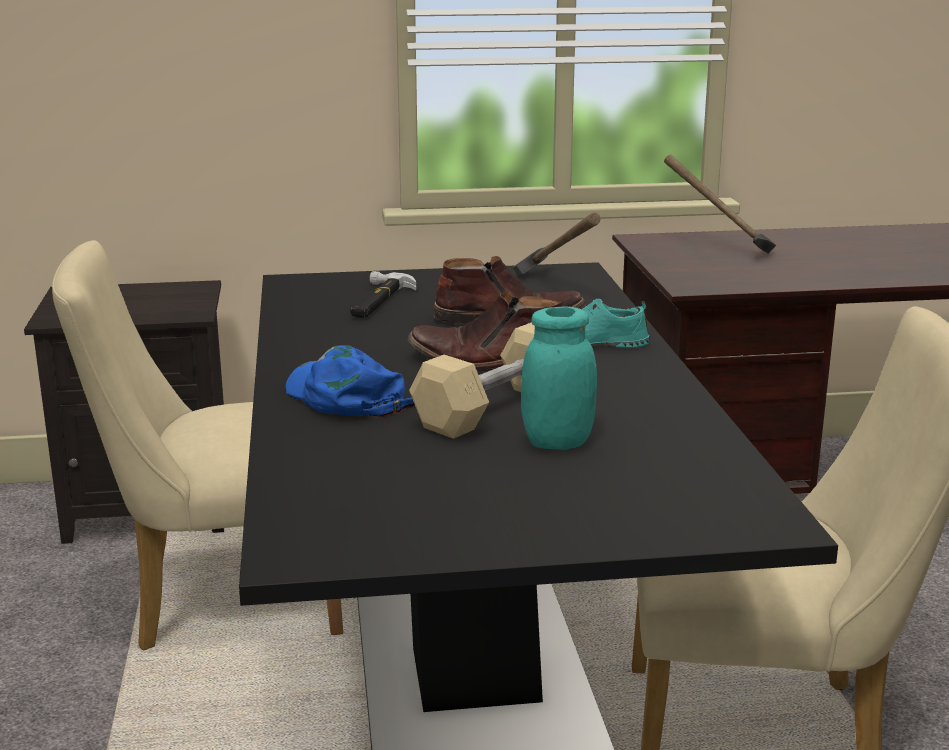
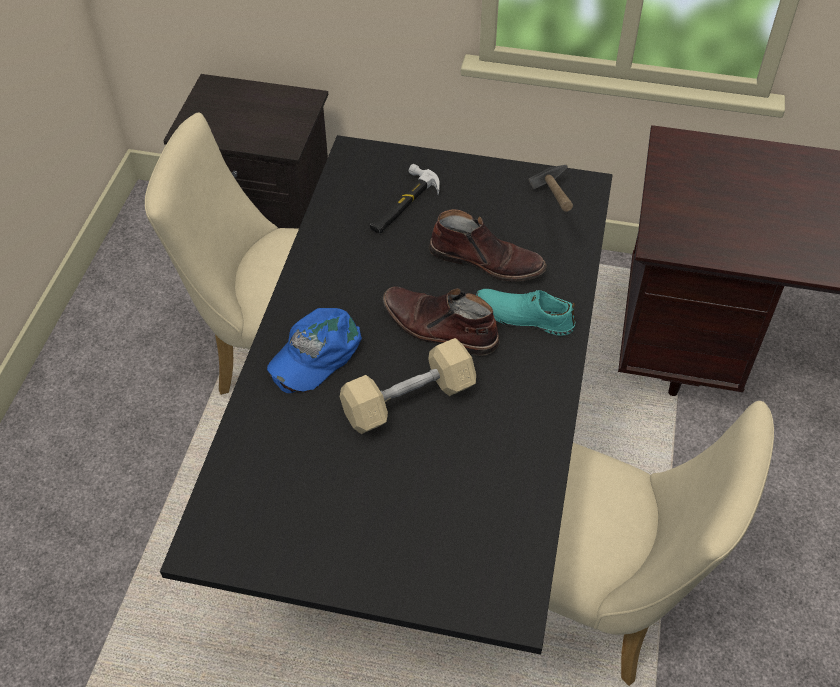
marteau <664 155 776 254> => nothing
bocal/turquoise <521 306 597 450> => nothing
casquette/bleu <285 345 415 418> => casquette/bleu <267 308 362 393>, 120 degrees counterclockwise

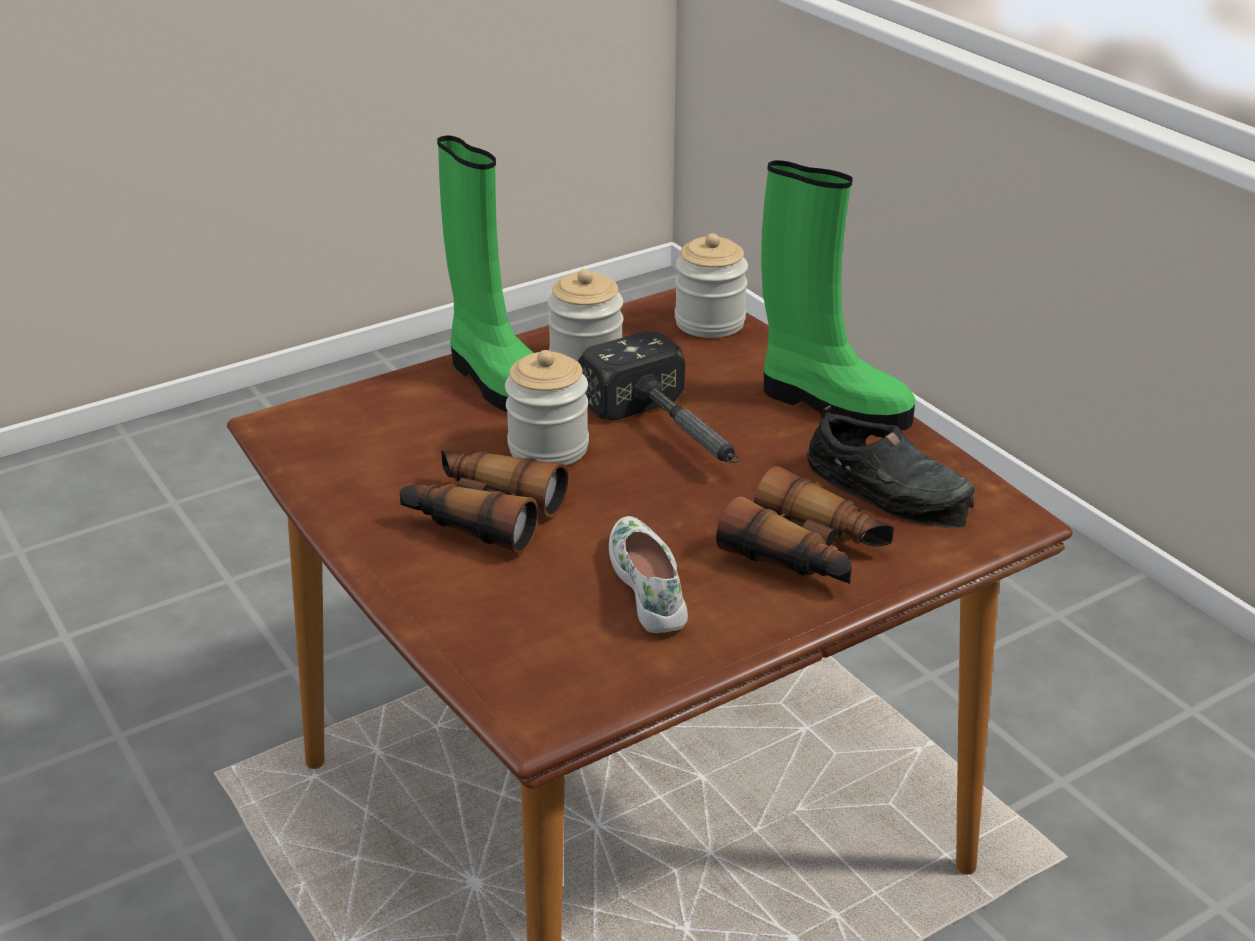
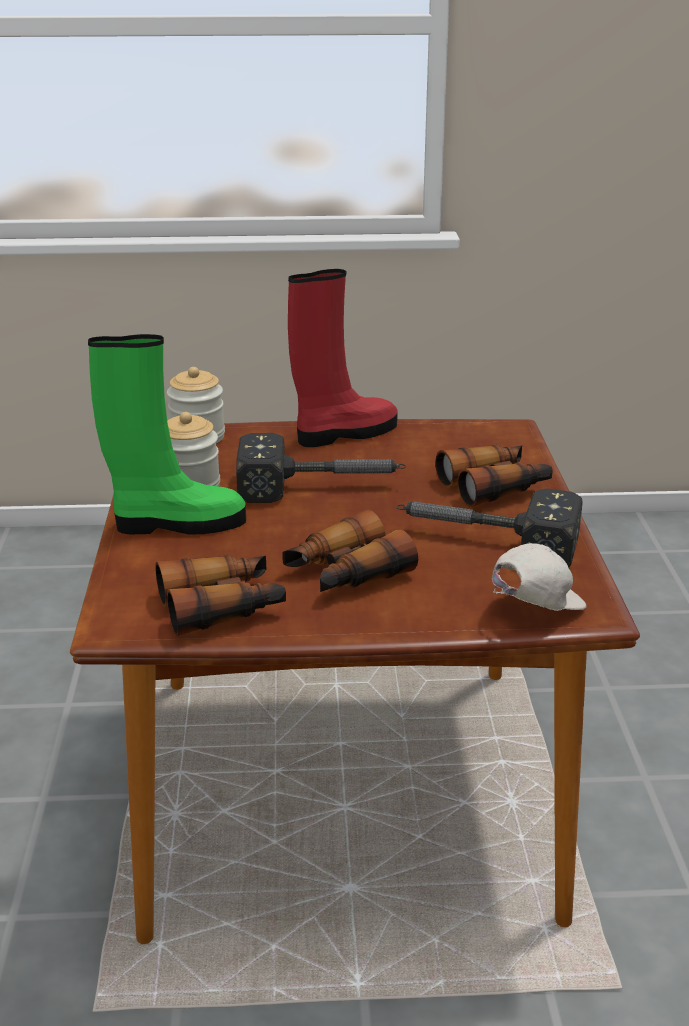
botte/vert <761 160 915 431> => botte/rouge <288 269 398 447>
bocal <505 350 589 465> => nothing
chaussure/noir <807 405 975 528> => nothing
chaussure/blanc <609 516 688 633> => marteau <396 489 583 567>
nothing => casquette/blanc <492 543 587 611>
nothing => jumelles <155 555 286 636>

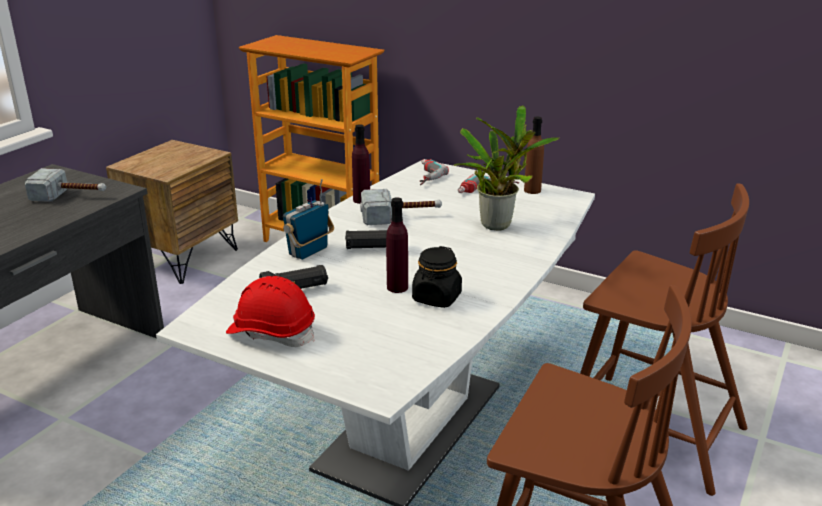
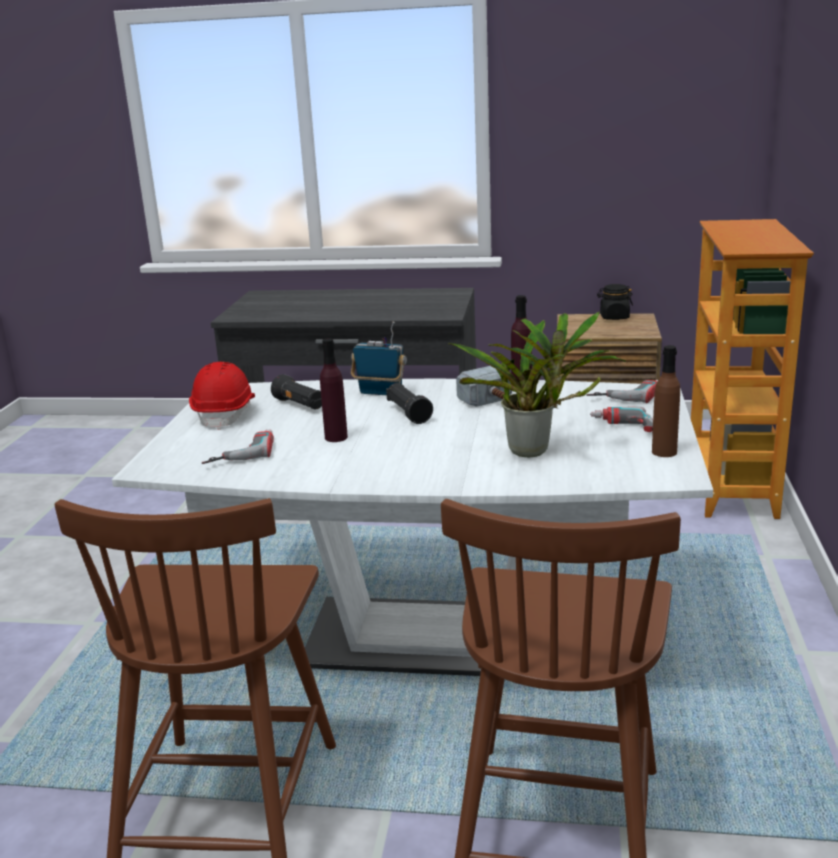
marteau <25 168 106 202> => nothing
bocal/noir <412 246 462 308> => bocal/noir <597 284 633 320>, shifted
nothing => perceuse <202 429 274 464>

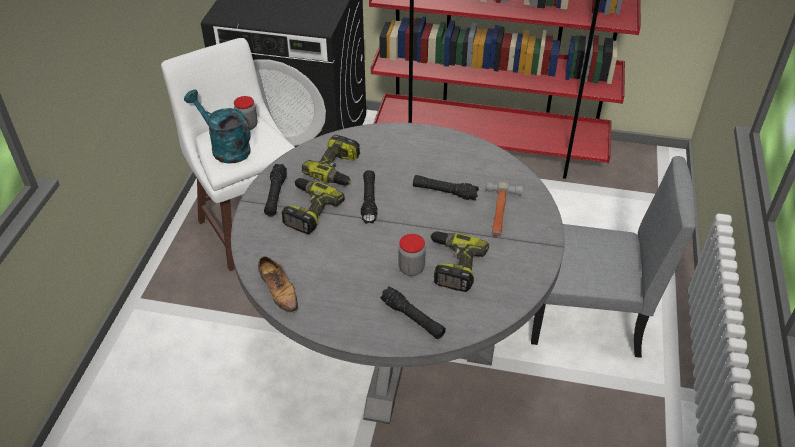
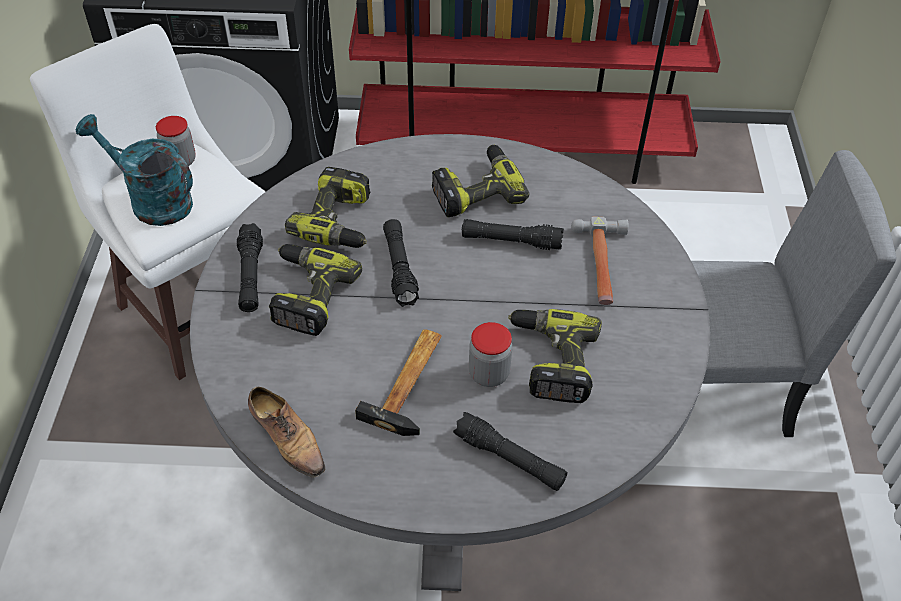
nothing => perceuse <432 145 530 217>
nothing => marteau <355 329 442 436>

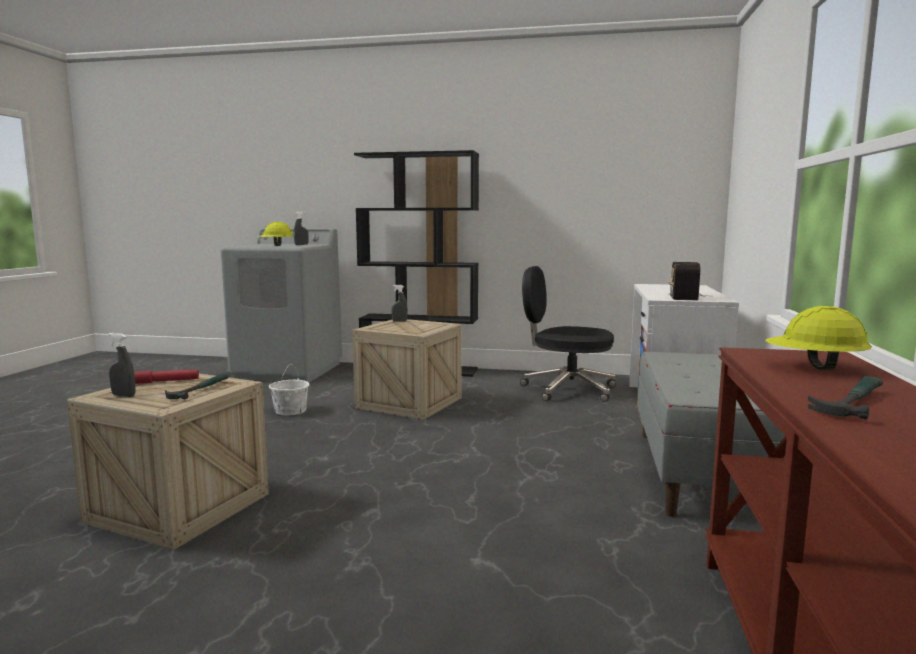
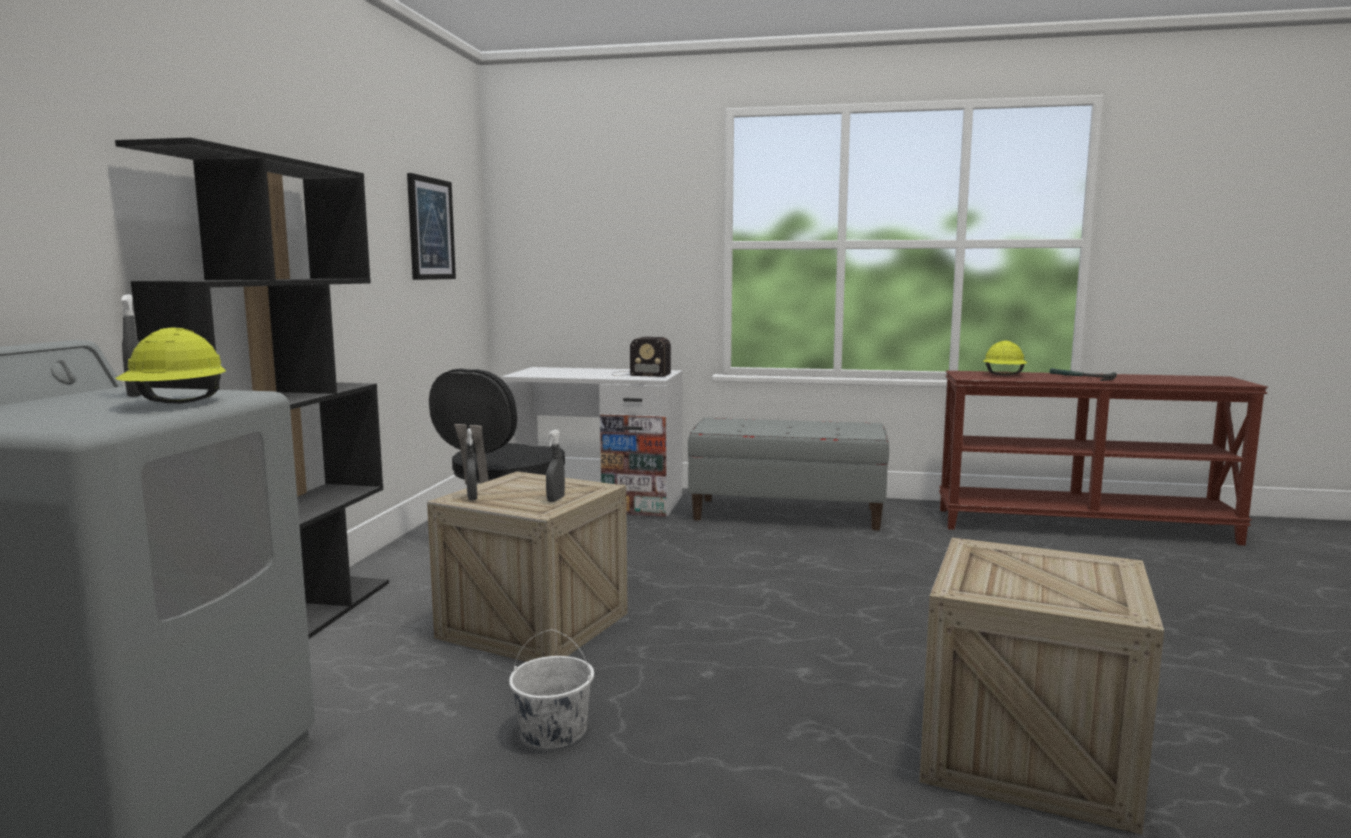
vaporisateur/gris <109 333 136 397> => vaporisateur/gris <546 429 565 502>, shifted
lampe de poche/rouge <134 370 199 384> => nothing
marteau <165 373 229 399> => nothing
nothing => tableau <407 173 456 280>

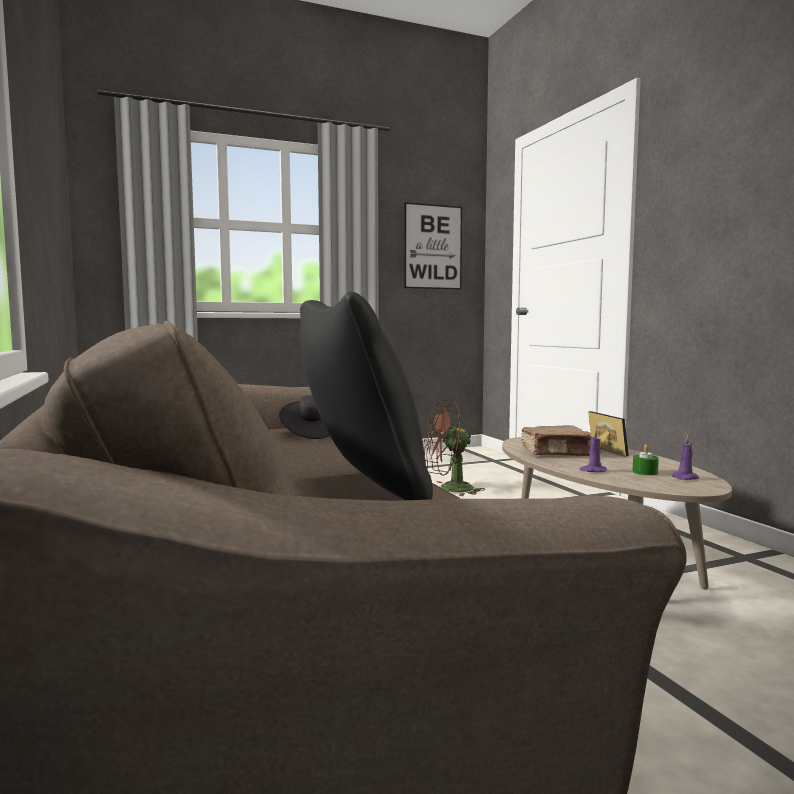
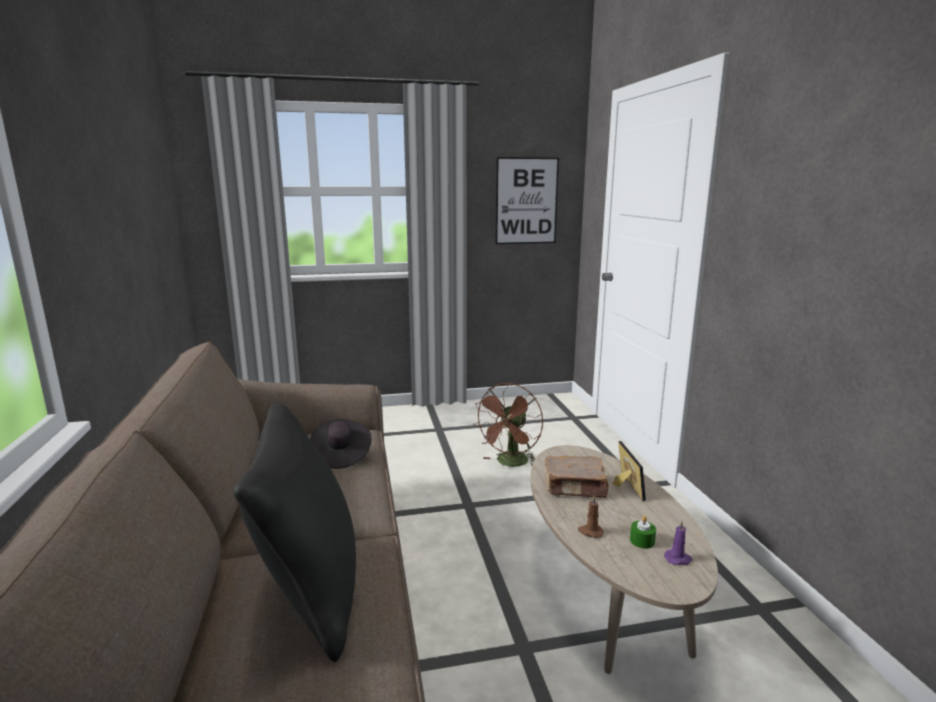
ventilateur/marron <424 400 485 496> => ventilateur/marron <474 383 543 467>, 60 degrees counterclockwise
bougie/violet <580 429 607 472> => bougie/marron <578 495 604 538>

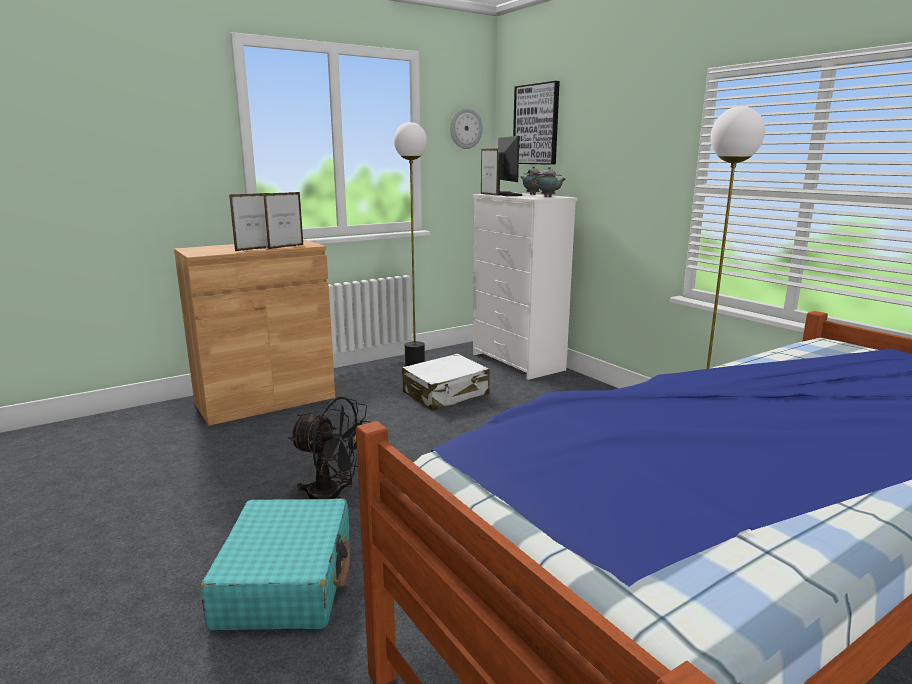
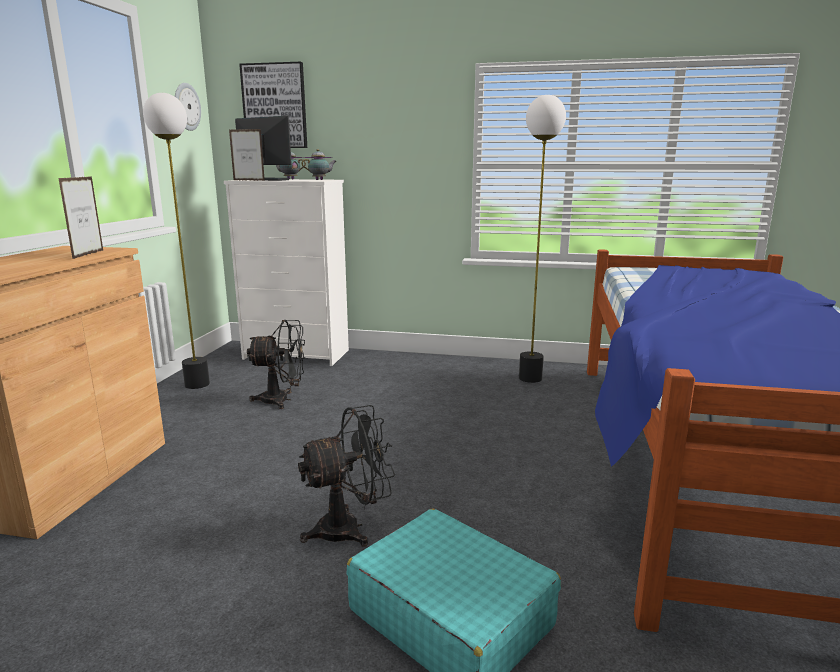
cadre photo <229 193 268 251> => nothing
valise/blanc <402 354 490 411> => ventilateur/noir <247 320 305 409>

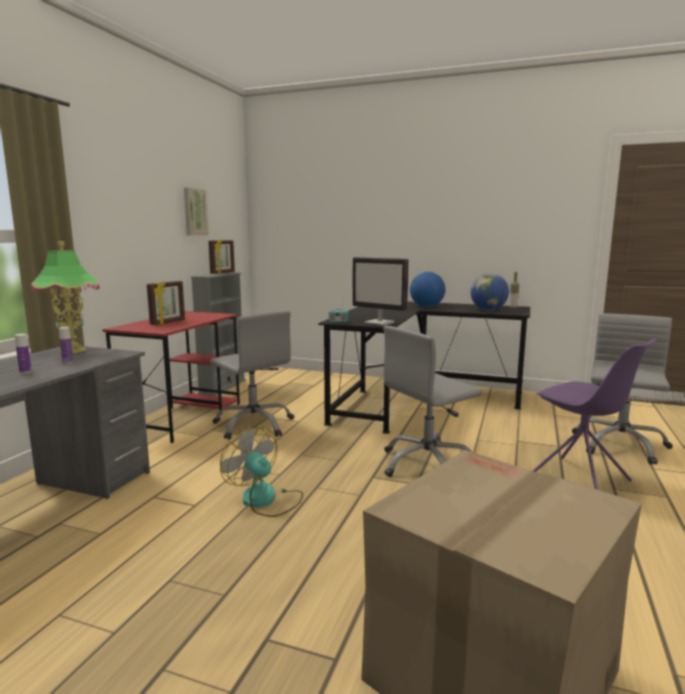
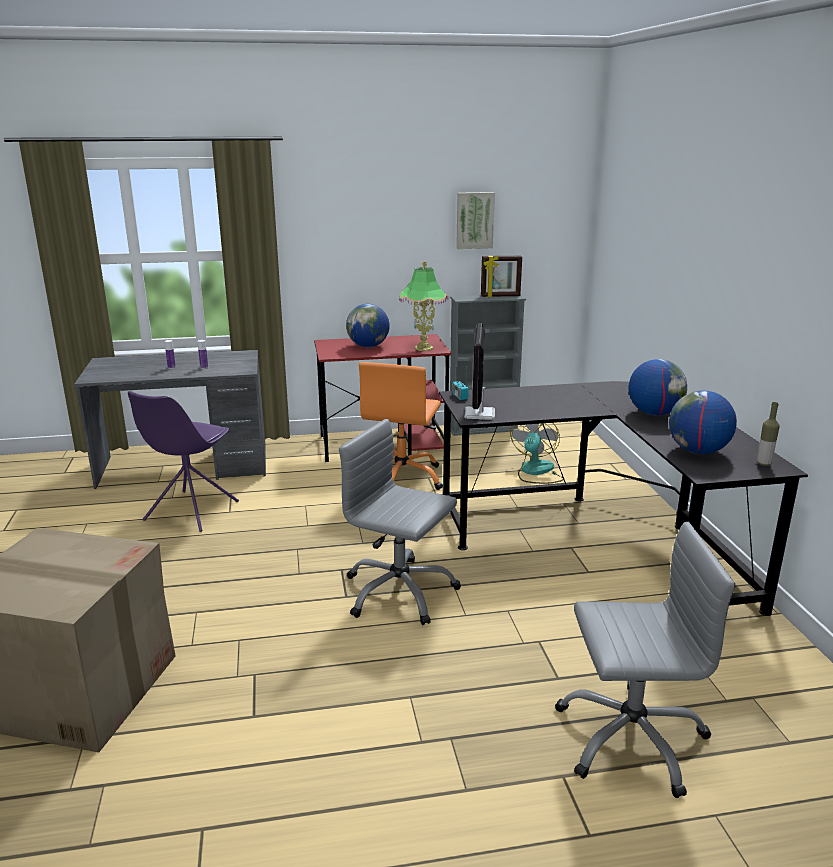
lampe de table <30 241 100 353> => lampe de table <399 261 448 351>, shifted
cadre photo <147 281 185 325> => globe <346 304 390 348>
chaise de bureau/gris <210 311 294 439> => chaise de bureau/orange <359 362 443 490>
chaise/violet <532 338 657 490> => chaise/violet <128 391 239 532>, shifted
ventilateur <220 427 303 517> => ventilateur <510 423 564 484>, shifted

